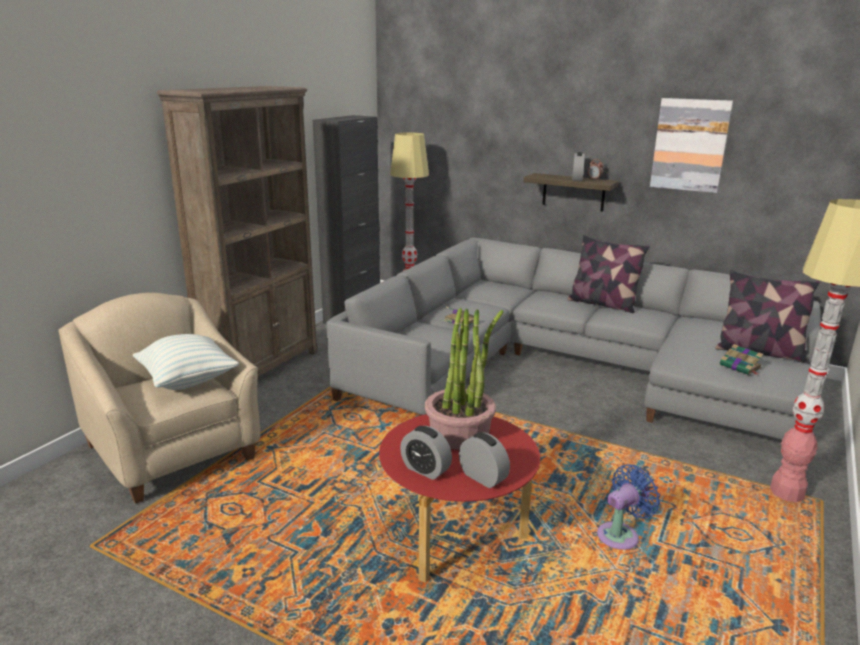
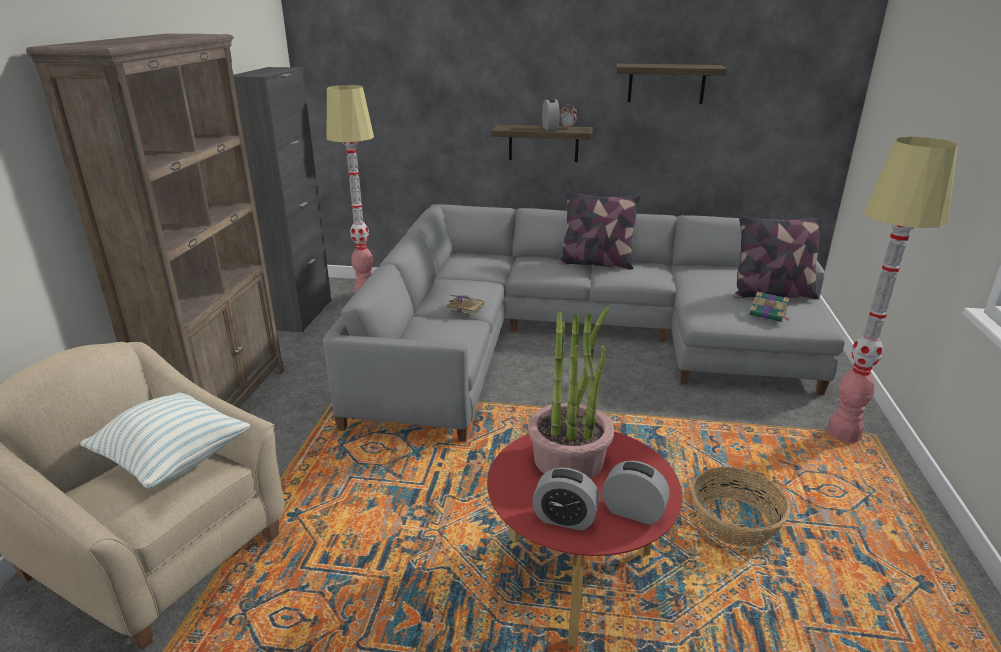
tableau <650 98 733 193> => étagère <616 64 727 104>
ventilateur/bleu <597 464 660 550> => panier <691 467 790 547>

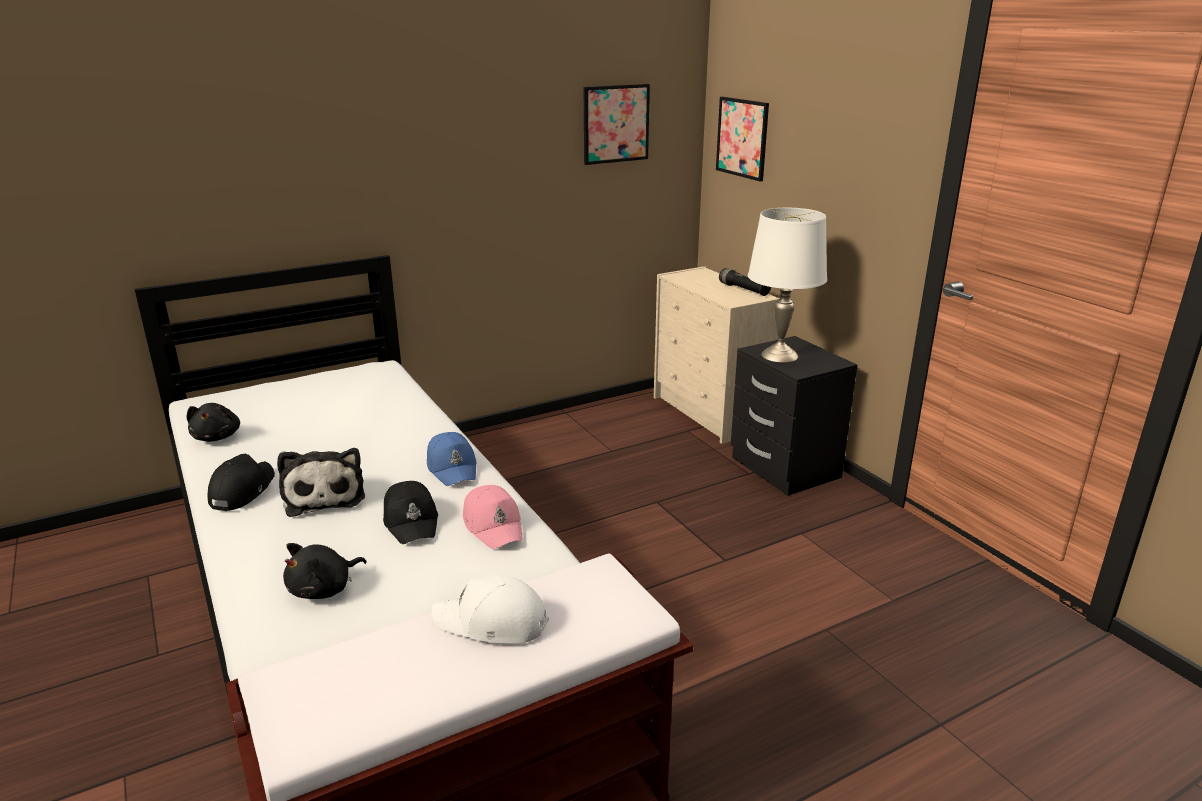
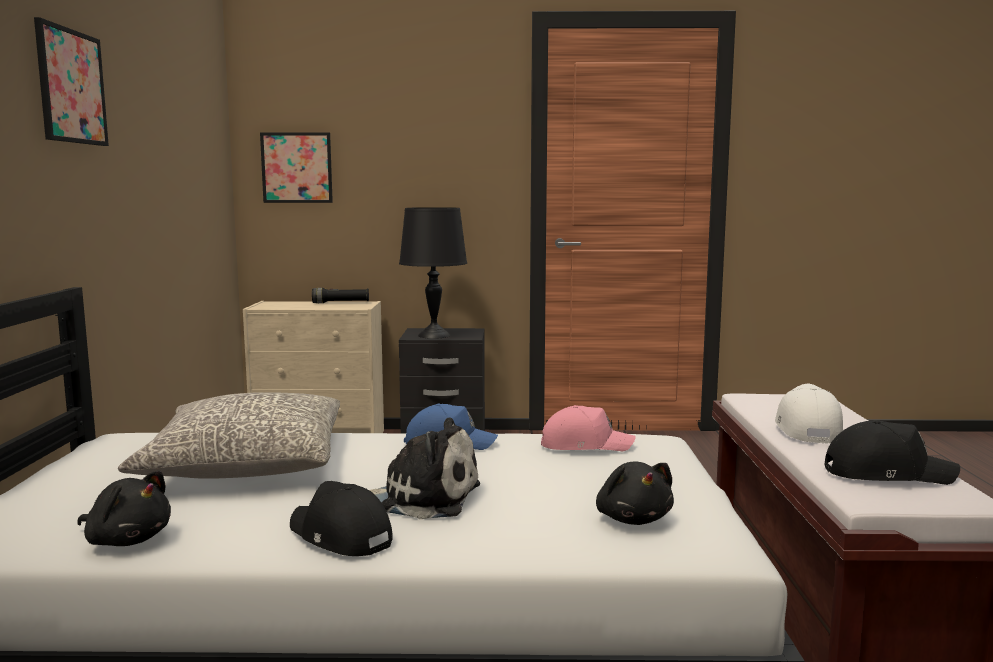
tableau <584 84 650 165> => tableau <34 17 109 146>, shifted
lampe de table/blanc <748 208 827 362> => lampe de table/noir <399 207 467 339>
casquette/noir <383 481 438 544> => casquette/noir <824 420 960 485>, shifted
casquette/blanc <432 575 549 643> => casquette/blanc <775 383 843 444>, 150 degrees clockwise
nothing => coussin/gris <118 392 340 479>

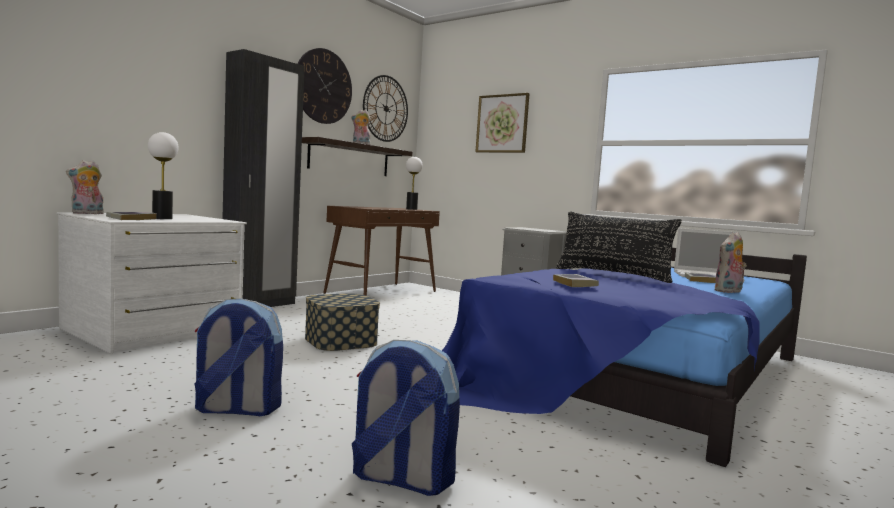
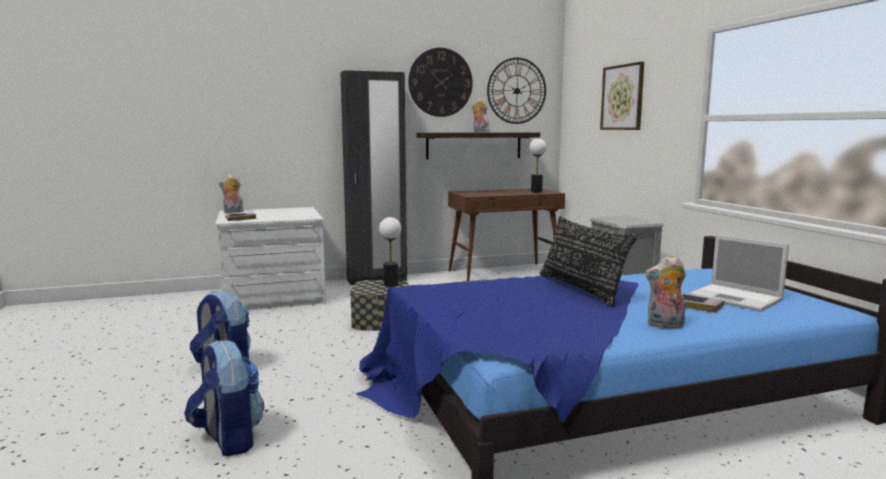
lampe de table <148 132 179 219> => lampe de table <379 217 401 287>, shifted
livre <553 274 599 287> => nothing

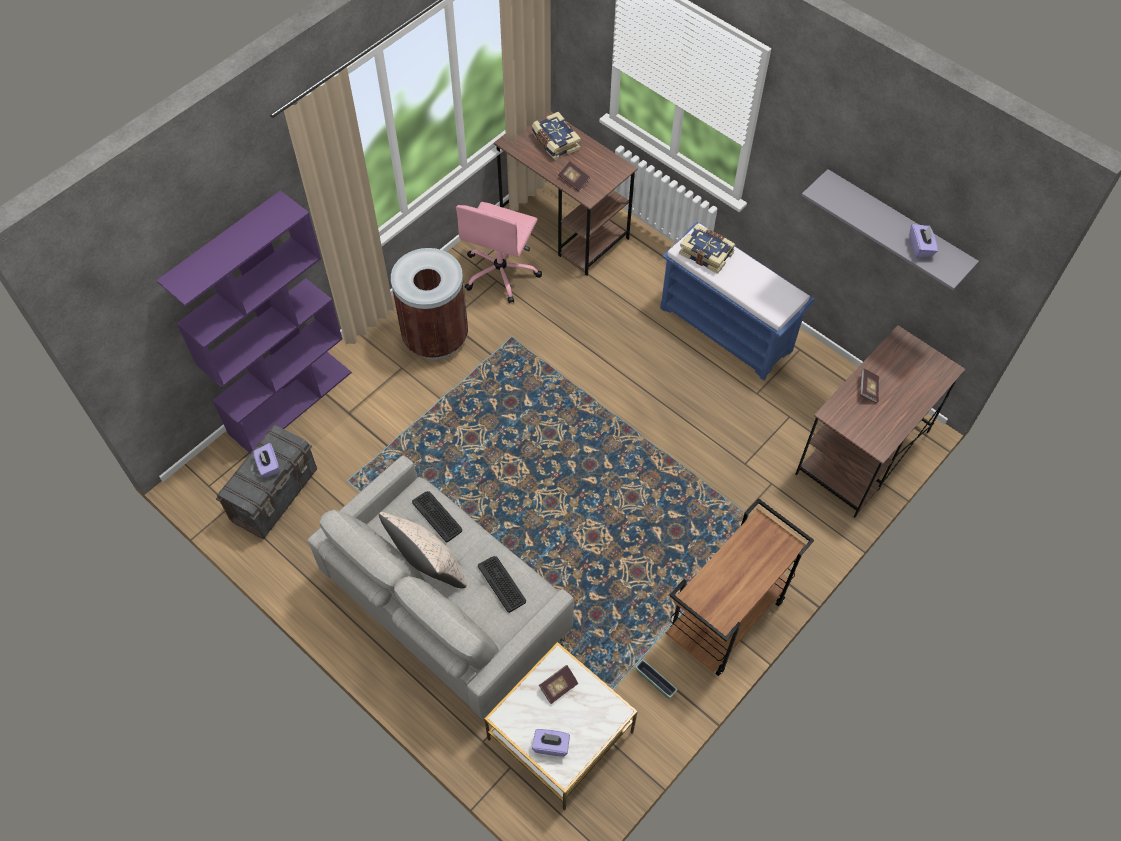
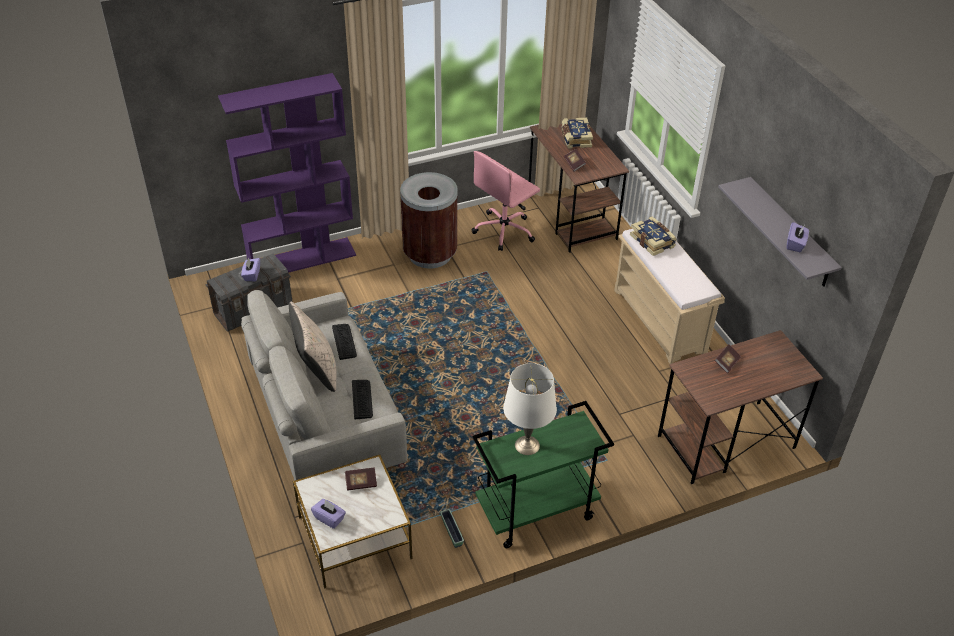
banc/bleu <660 222 814 381> => banc/beige <614 221 725 364>
chariot/marron <666 498 814 676> => chariot/vert <472 401 614 548>
nothing => lampe de table/blanc <503 363 557 455>

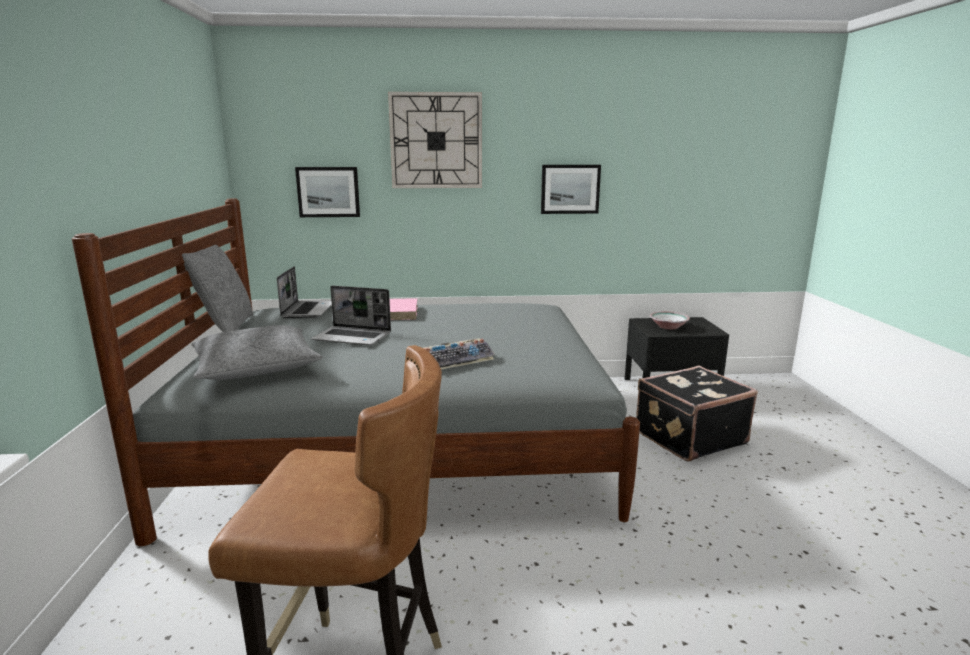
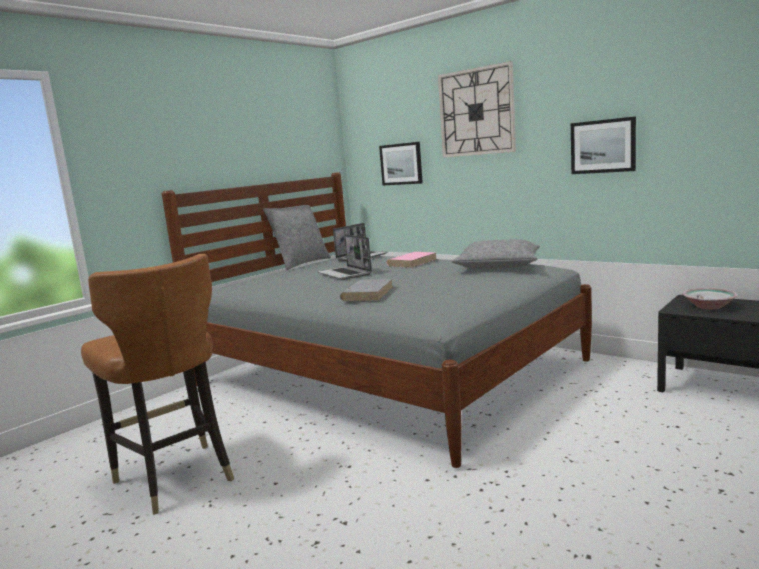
coussin/gris <192 325 323 380> => coussin/gris <451 239 540 269>, shifted
clavier <422 338 495 370> => livre/gris <340 279 393 301>
valise/noir <636 366 758 462> => nothing

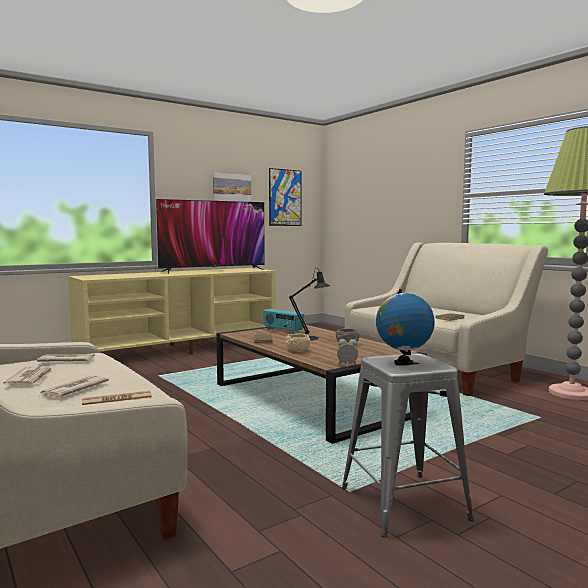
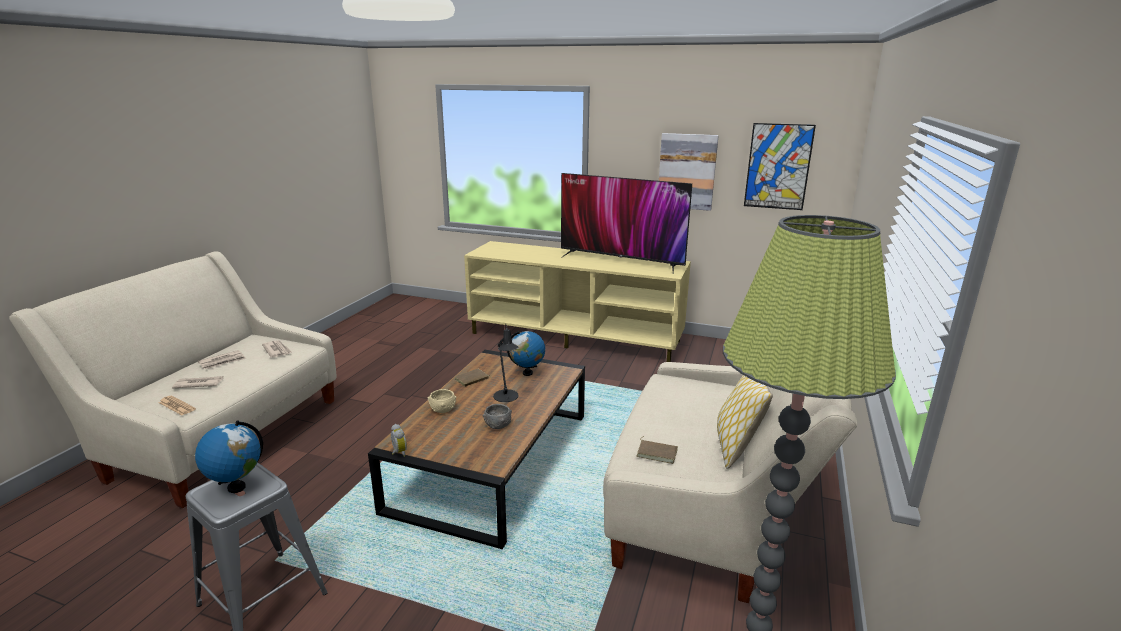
radio <263 309 304 334> => globe <507 331 545 376>
nothing => coussin <717 375 773 469>

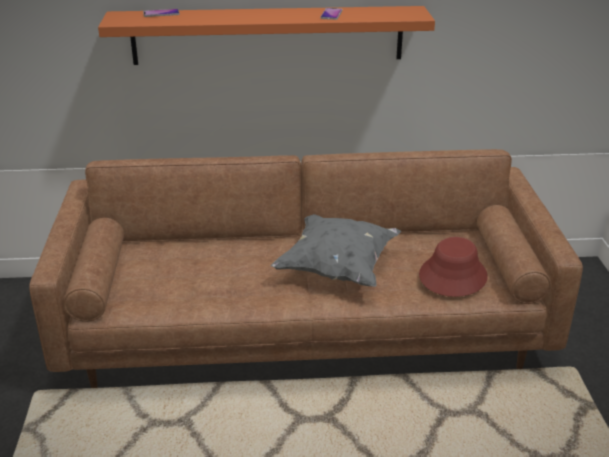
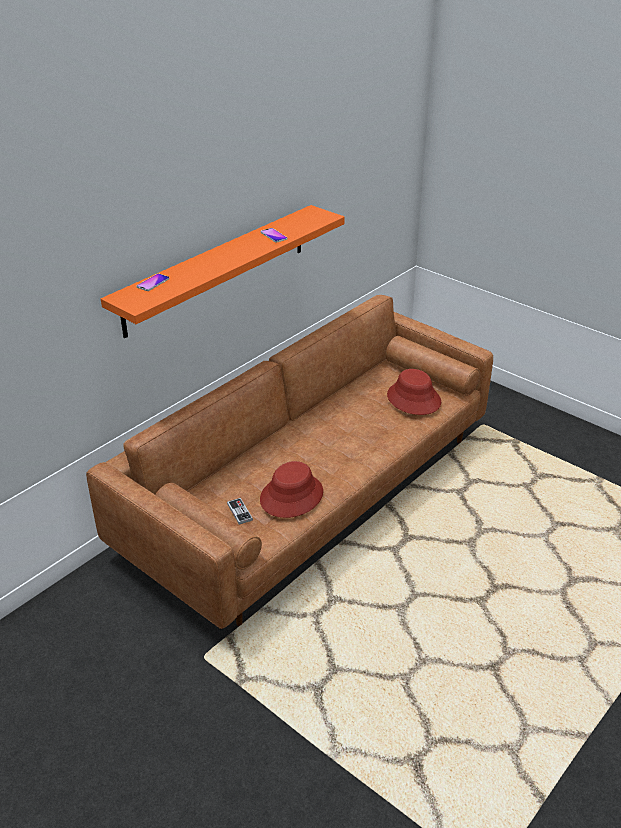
coussin/gris <271 214 401 287> => nothing
nothing => chapeau/rouge <260 461 323 518>
nothing => manette <227 498 253 525>

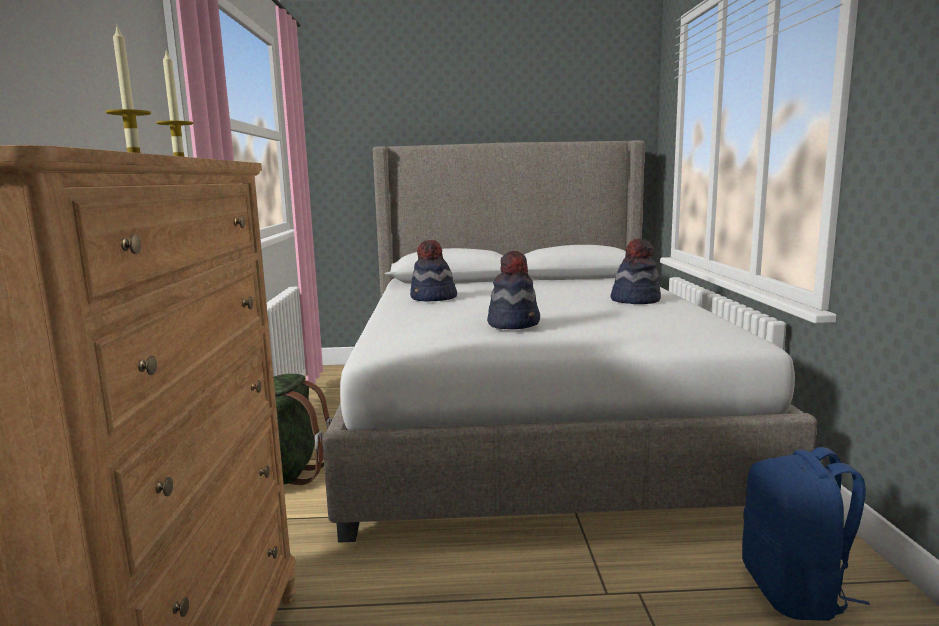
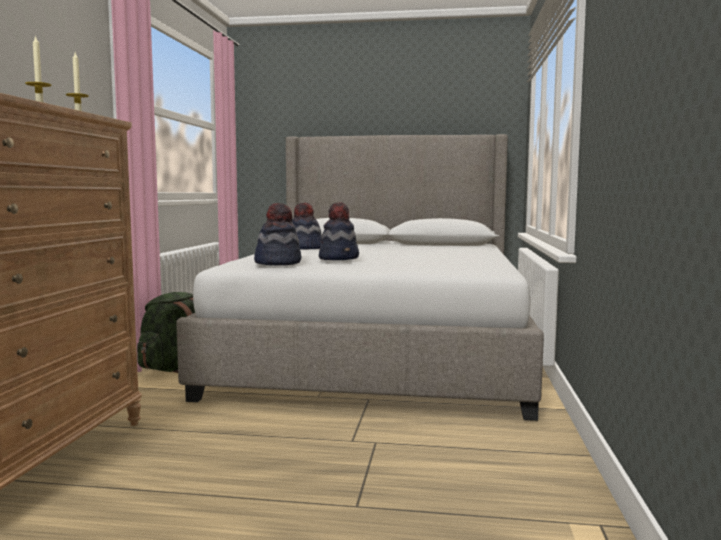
chapeau <611 239 661 304> => chapeau <254 203 301 265>, shifted
sac à dos/bleu <742 447 870 621> => nothing

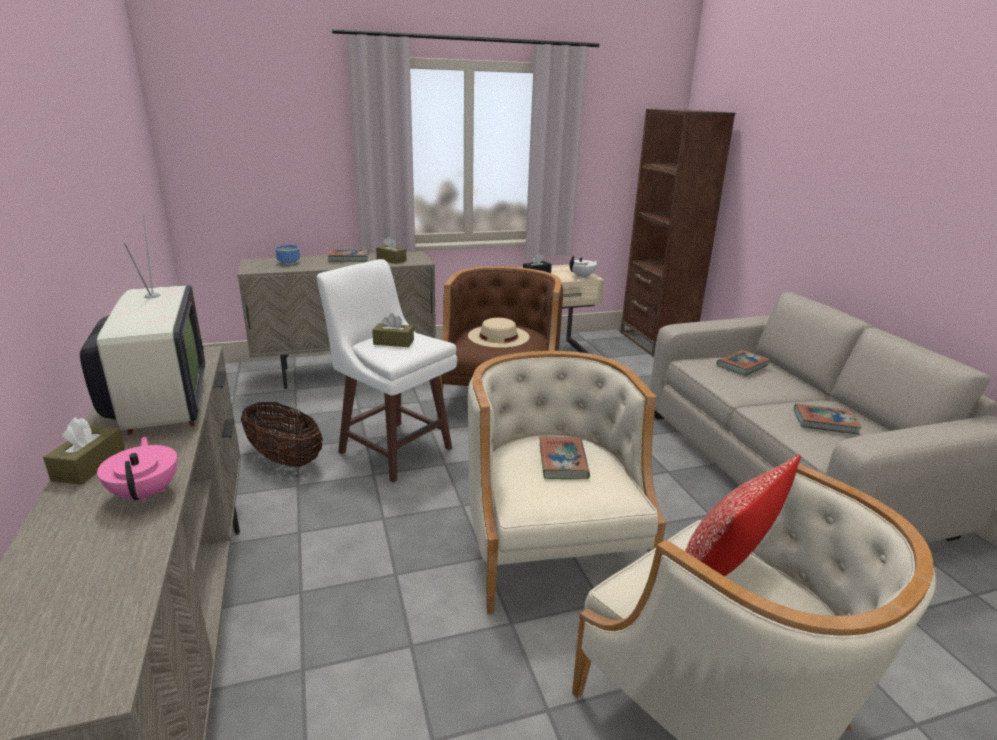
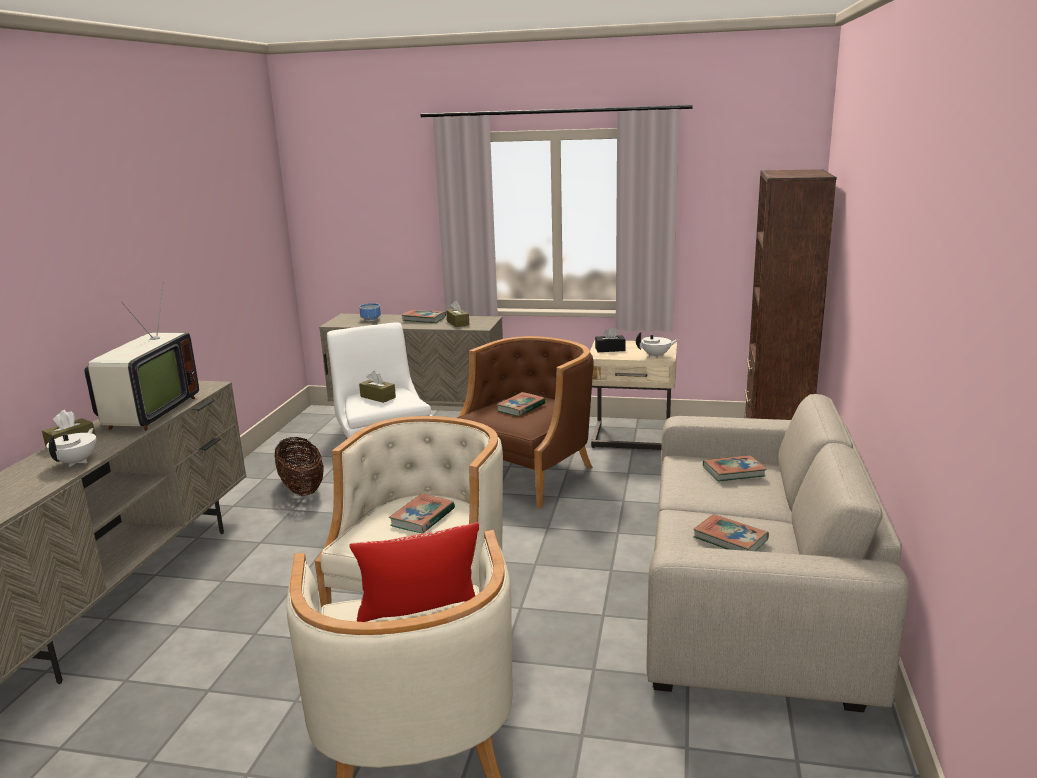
chapeau/beige <468 318 530 348> => livre <496 392 546 416>
théière/rose <97 437 178 503> => théière/blanc <46 428 97 467>

